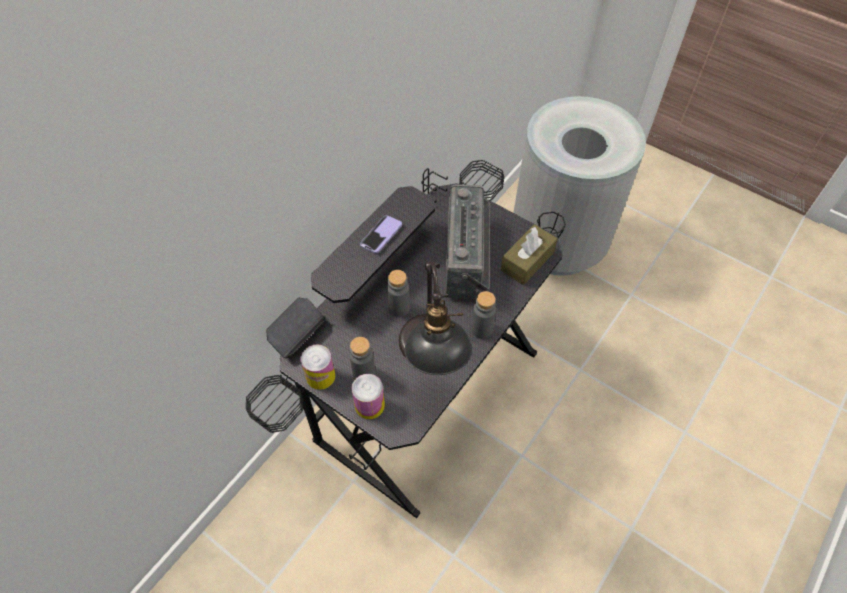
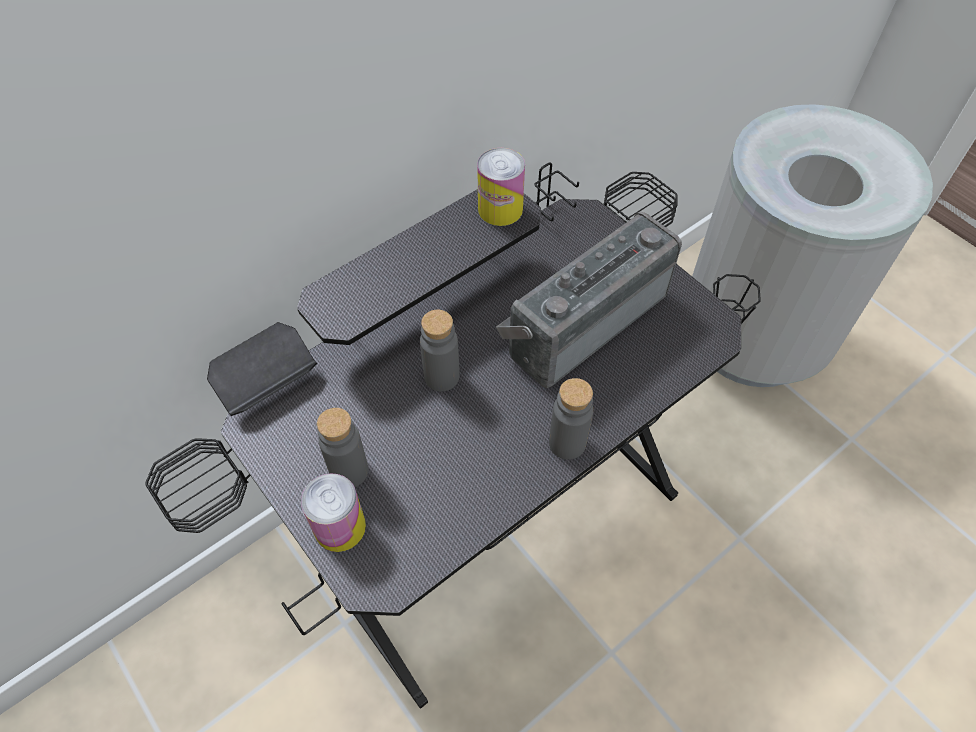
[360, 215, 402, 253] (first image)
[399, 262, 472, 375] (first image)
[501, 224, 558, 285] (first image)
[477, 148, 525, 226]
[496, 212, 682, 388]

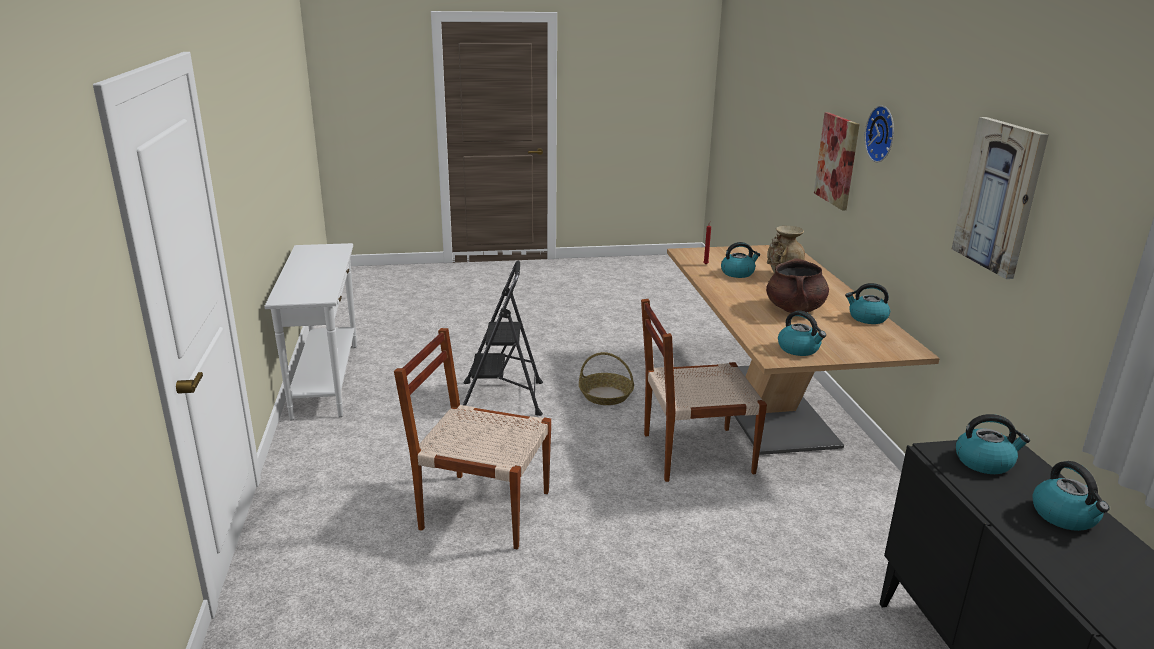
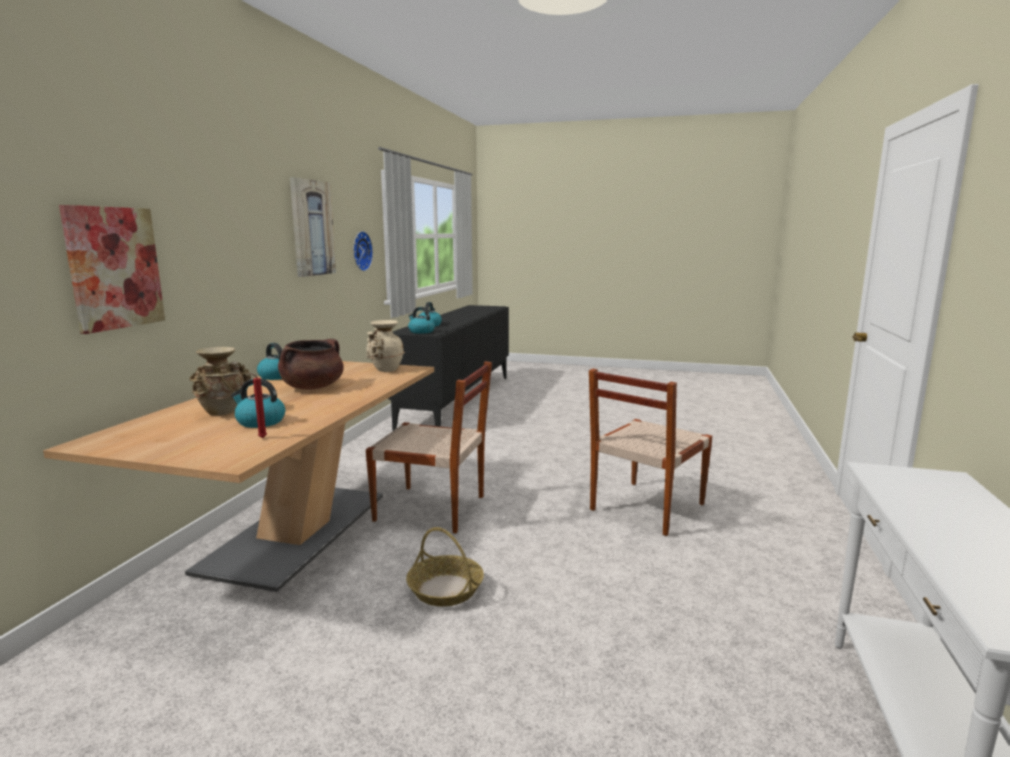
[463, 261, 543, 416] (first image)
[353, 231, 373, 271]
[366, 320, 405, 372]
[589, 369, 712, 536]

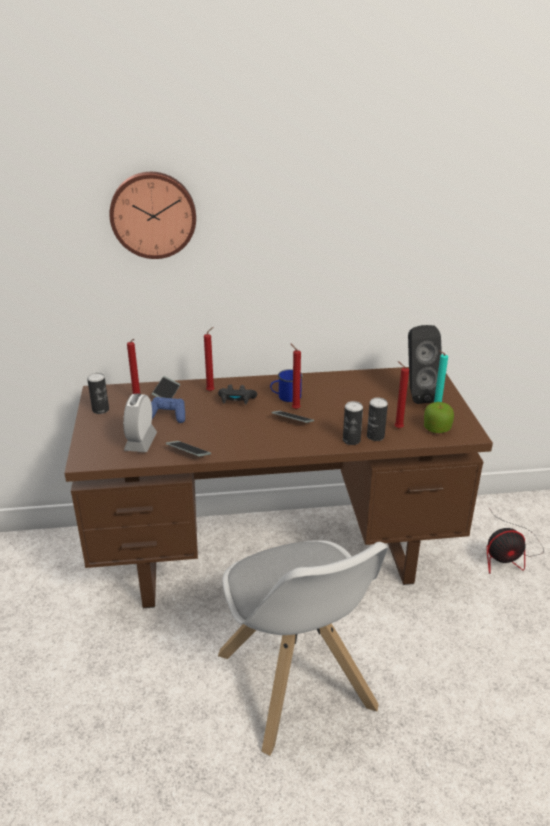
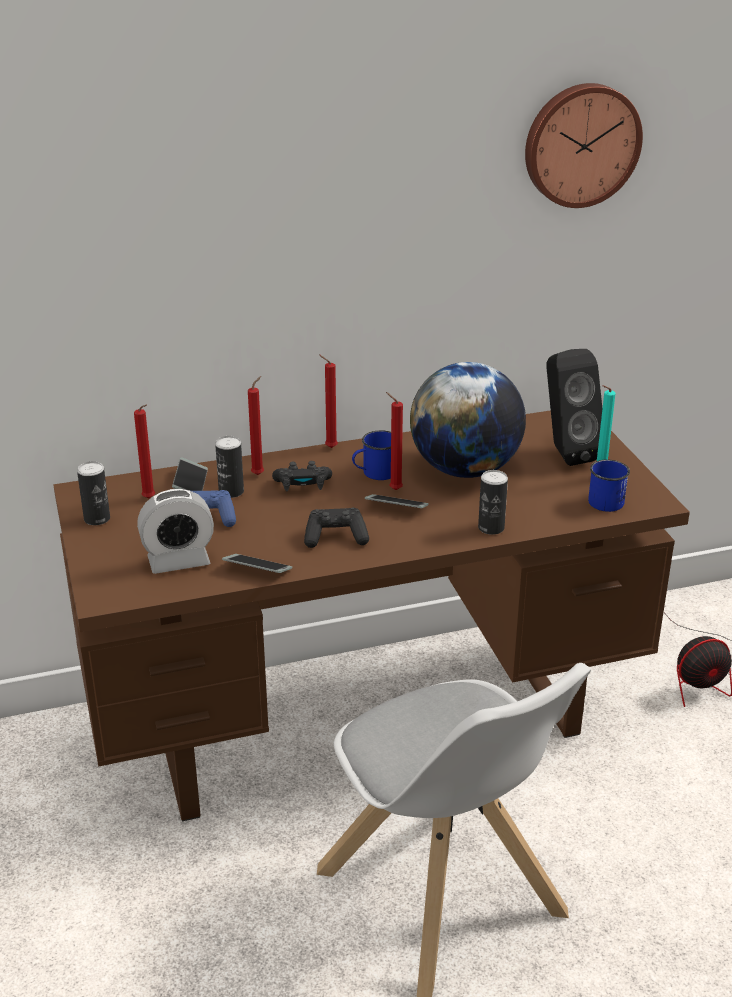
[304, 507, 369, 548]
[410, 362, 526, 478]
[525, 83, 643, 208]
[215, 436, 244, 498]
[319, 355, 338, 448]
[588, 460, 630, 512]
[137, 489, 214, 574]

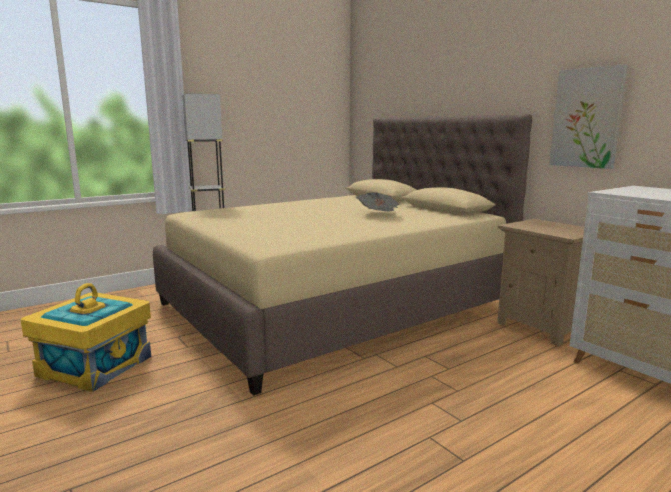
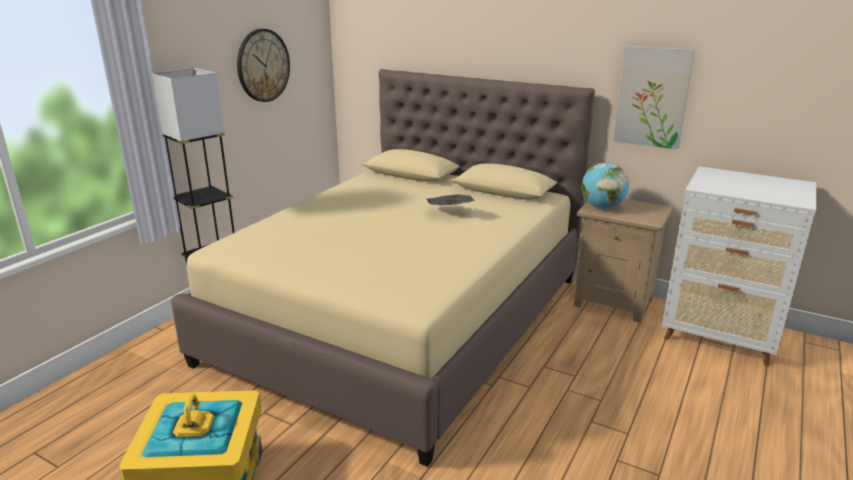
[237, 29, 290, 102]
[581, 163, 629, 209]

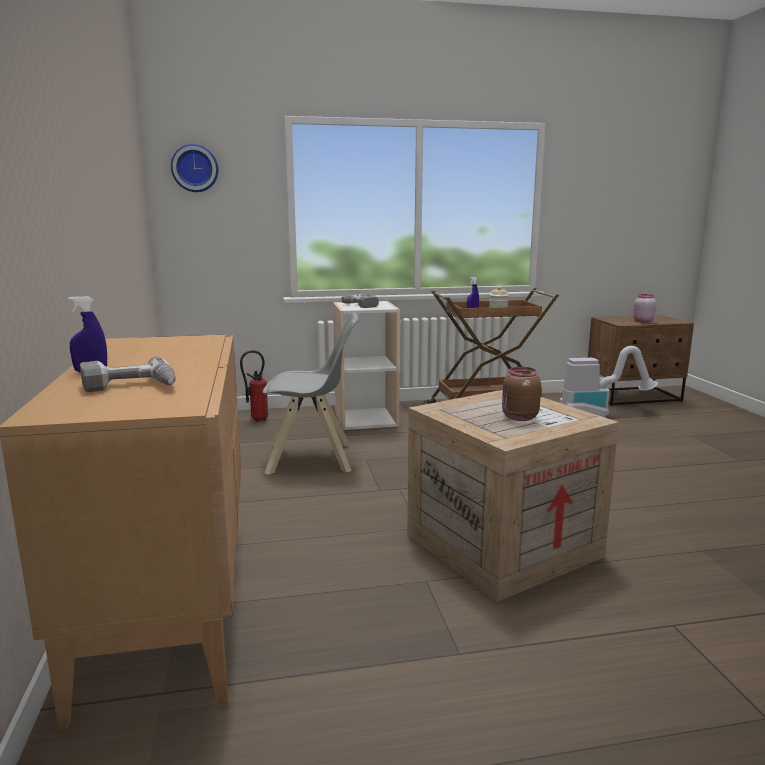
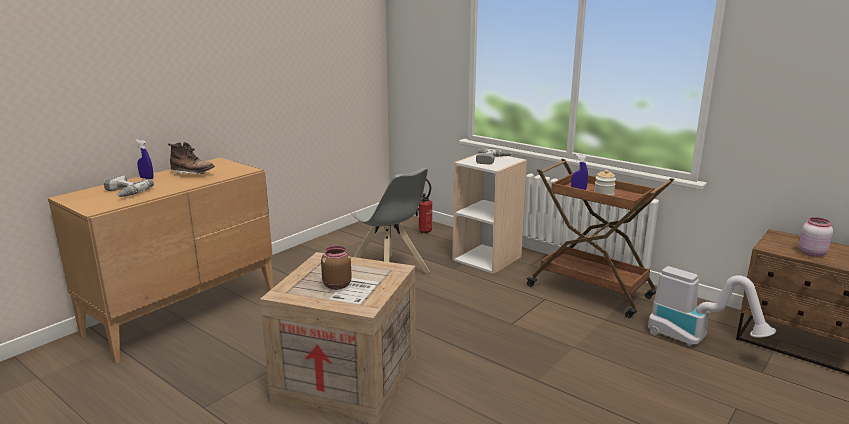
[171, 144, 218, 192] (first image)
[168, 142, 215, 175]

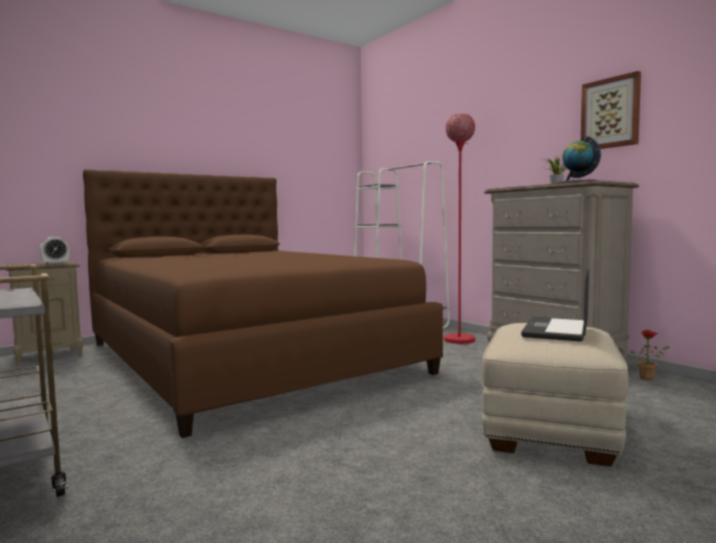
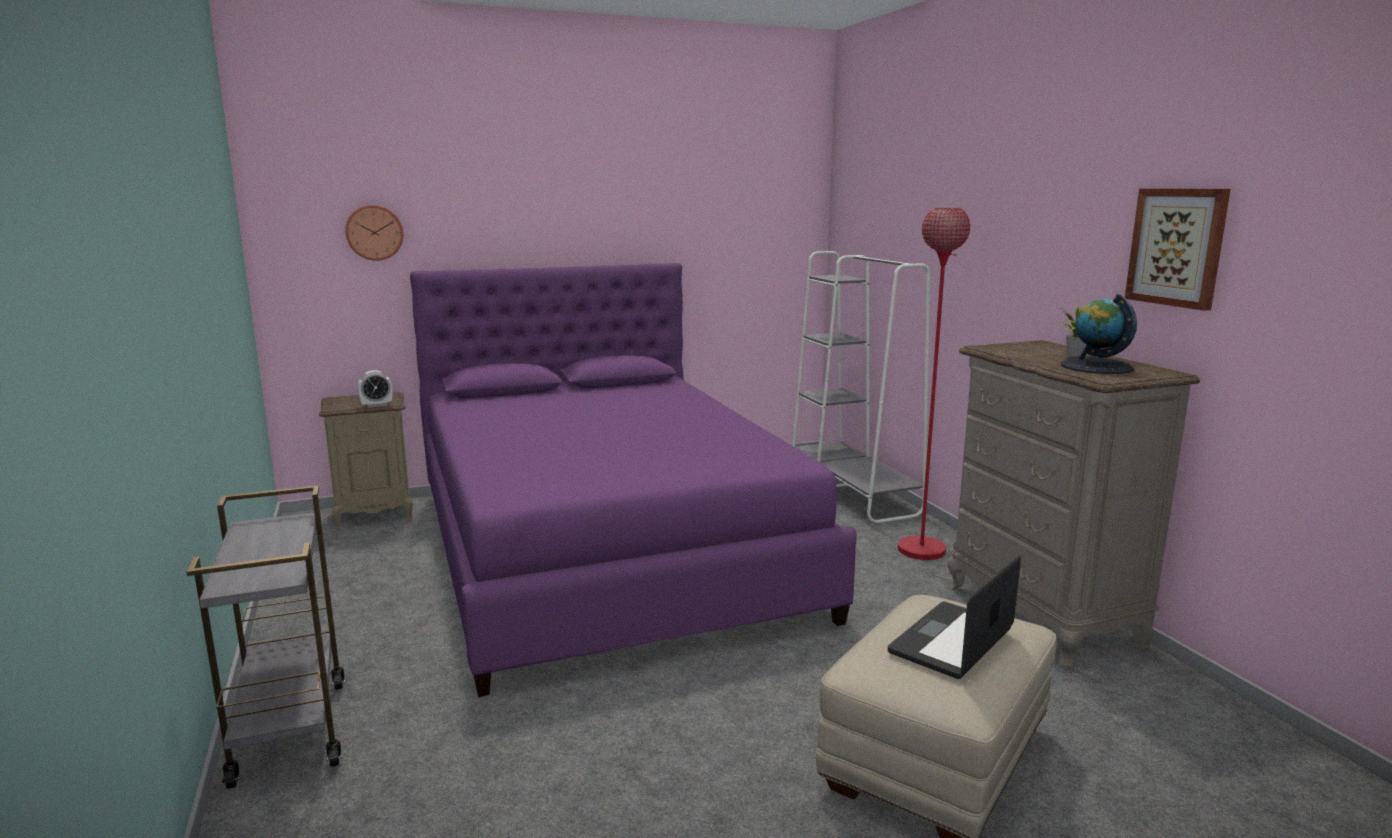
[630, 330, 670, 380] (first image)
[345, 205, 403, 261]
[410, 263, 857, 697]

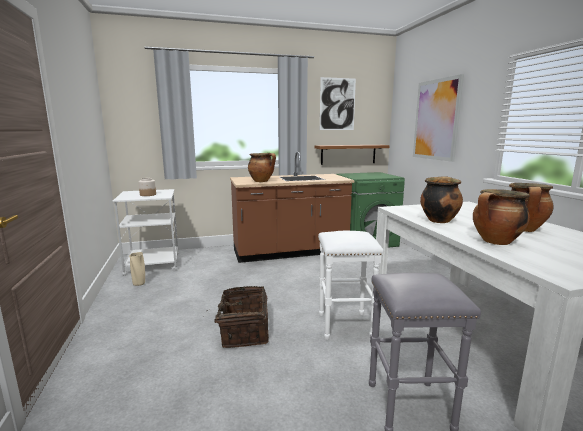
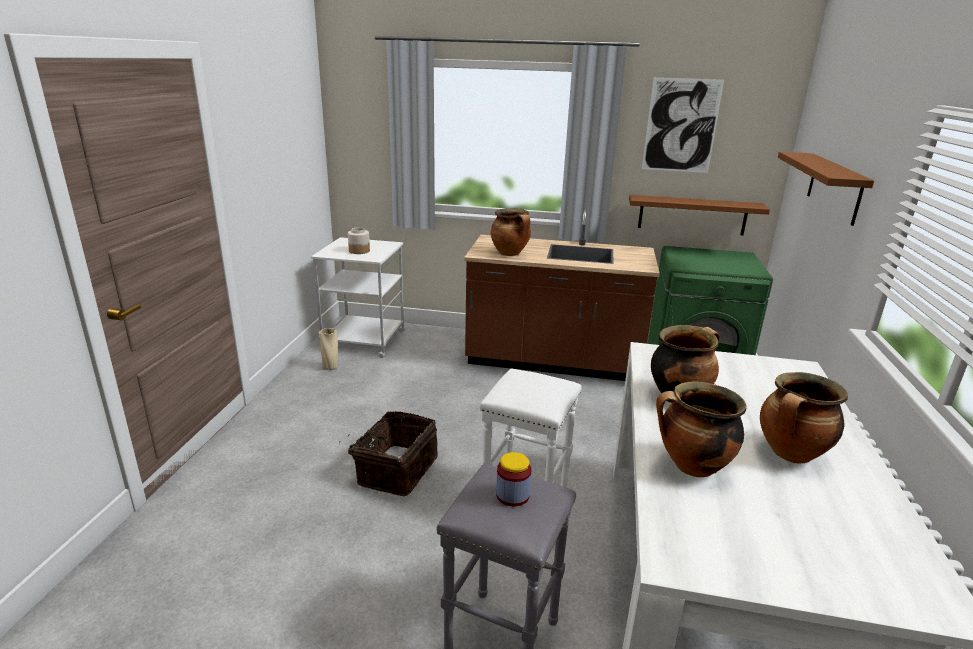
[496, 452, 532, 507]
[778, 152, 874, 226]

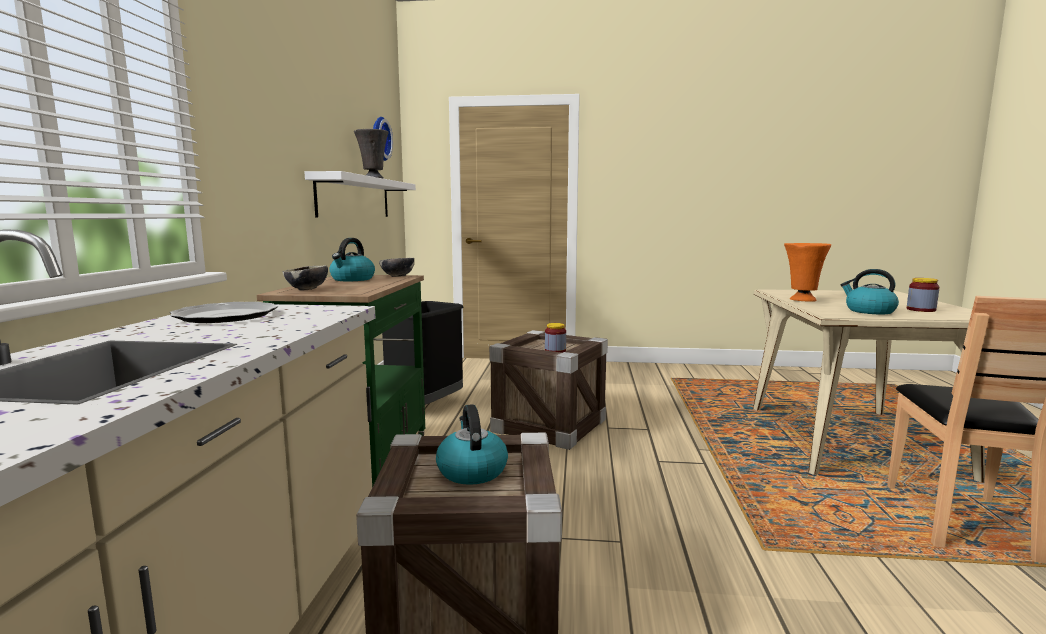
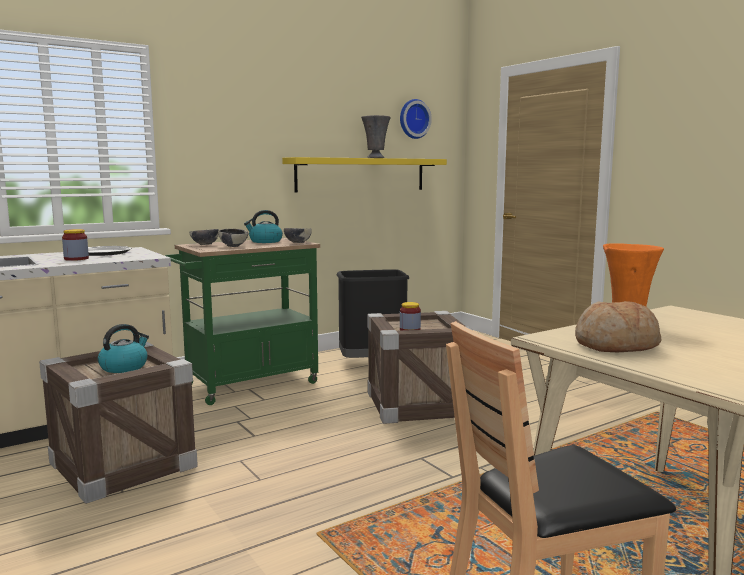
[218, 229, 248, 247]
[62, 229, 89, 261]
[575, 301, 661, 352]
[282, 157, 447, 192]

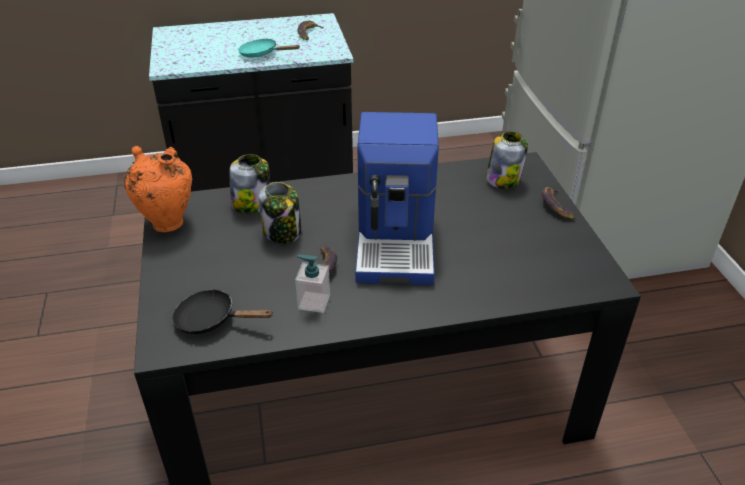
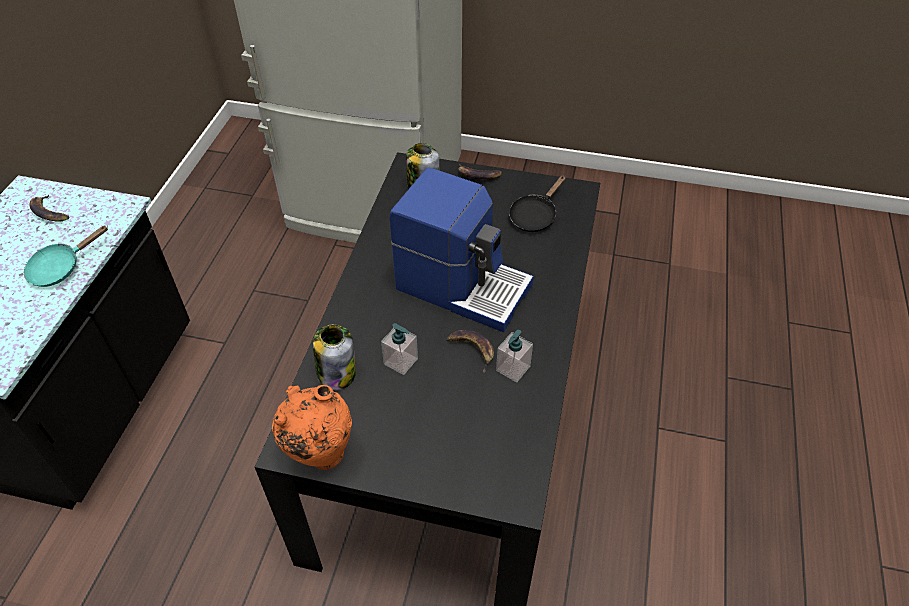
[509, 175, 566, 232]
[381, 323, 418, 375]

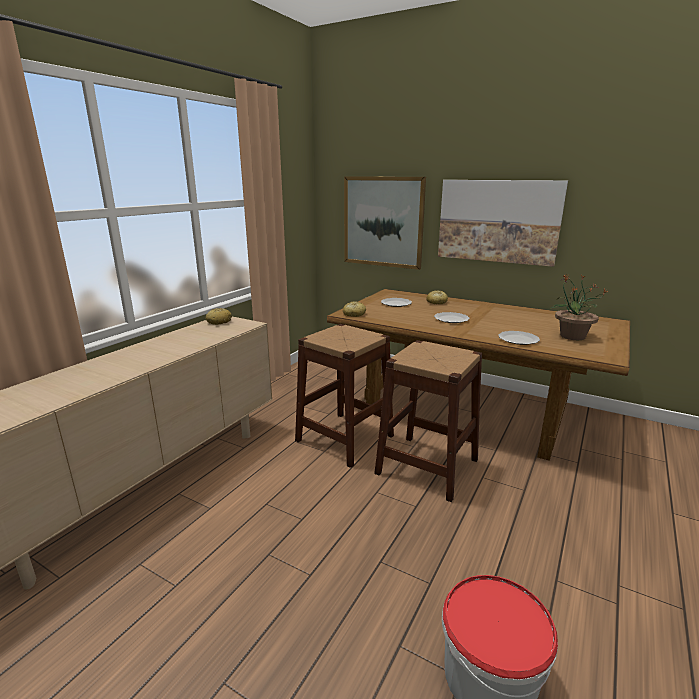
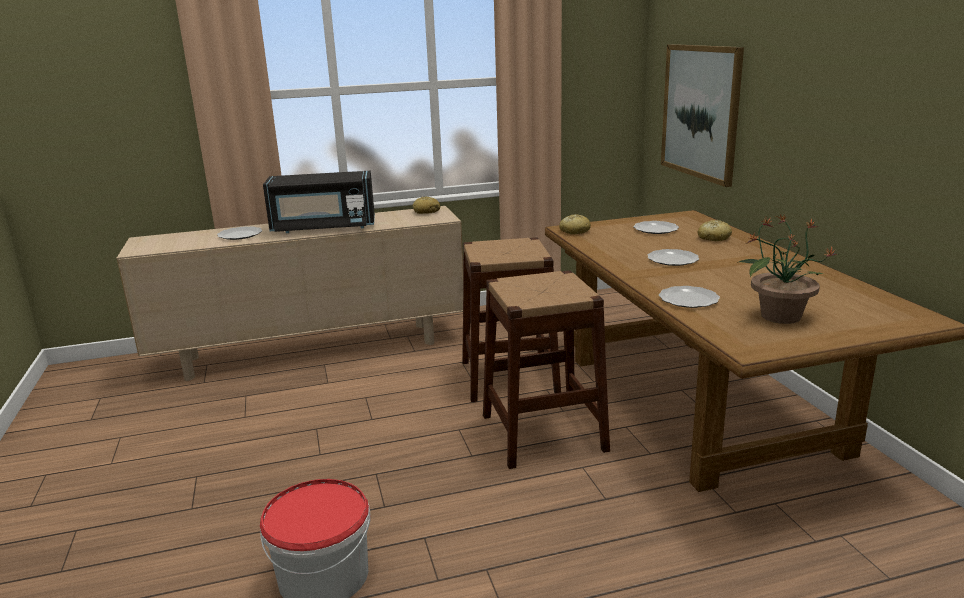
[438, 180, 568, 267] (first image)
[217, 227, 262, 240]
[263, 171, 375, 233]

